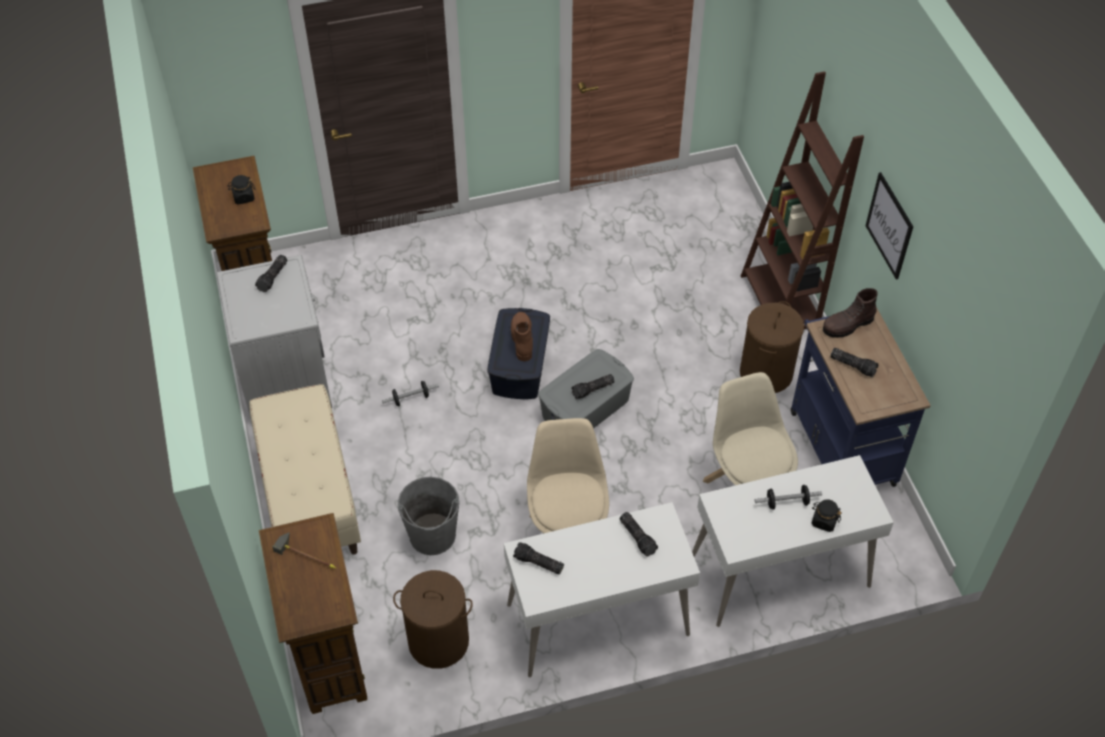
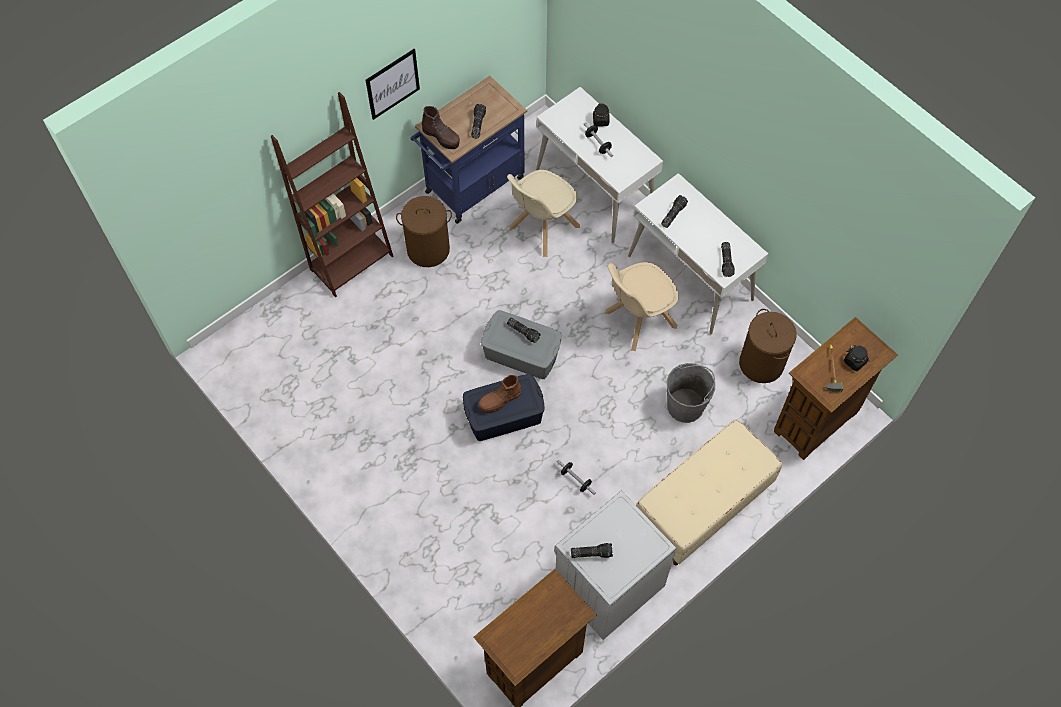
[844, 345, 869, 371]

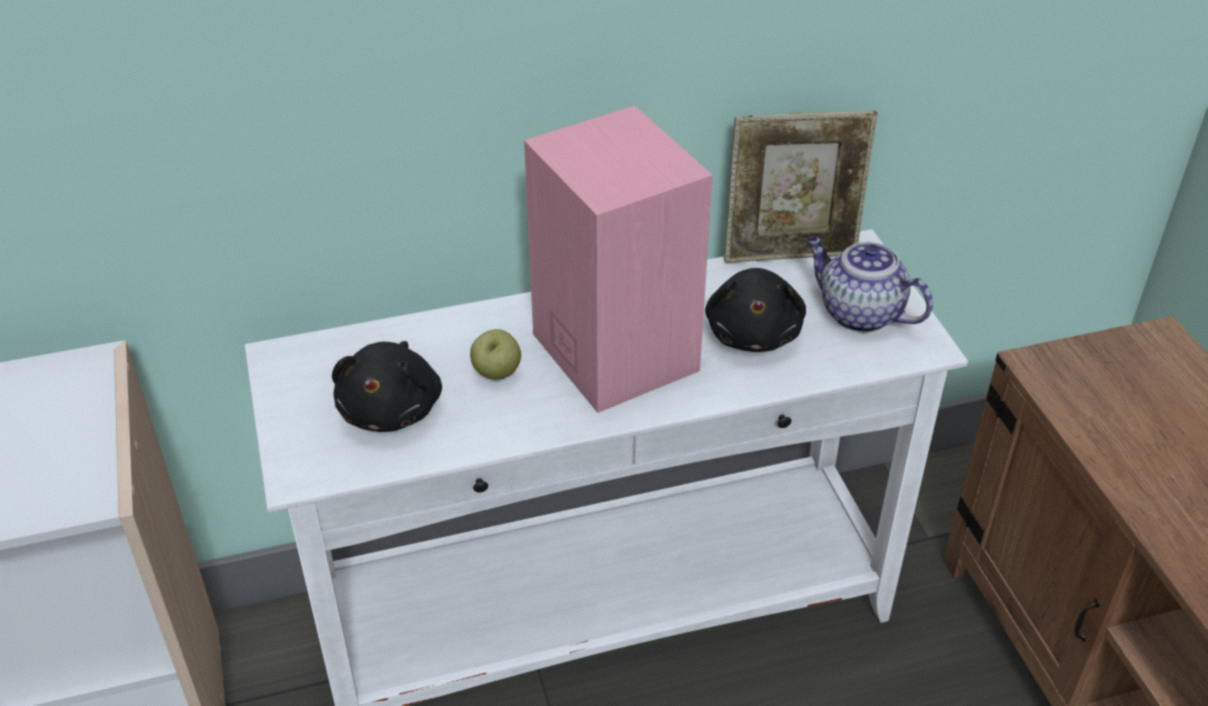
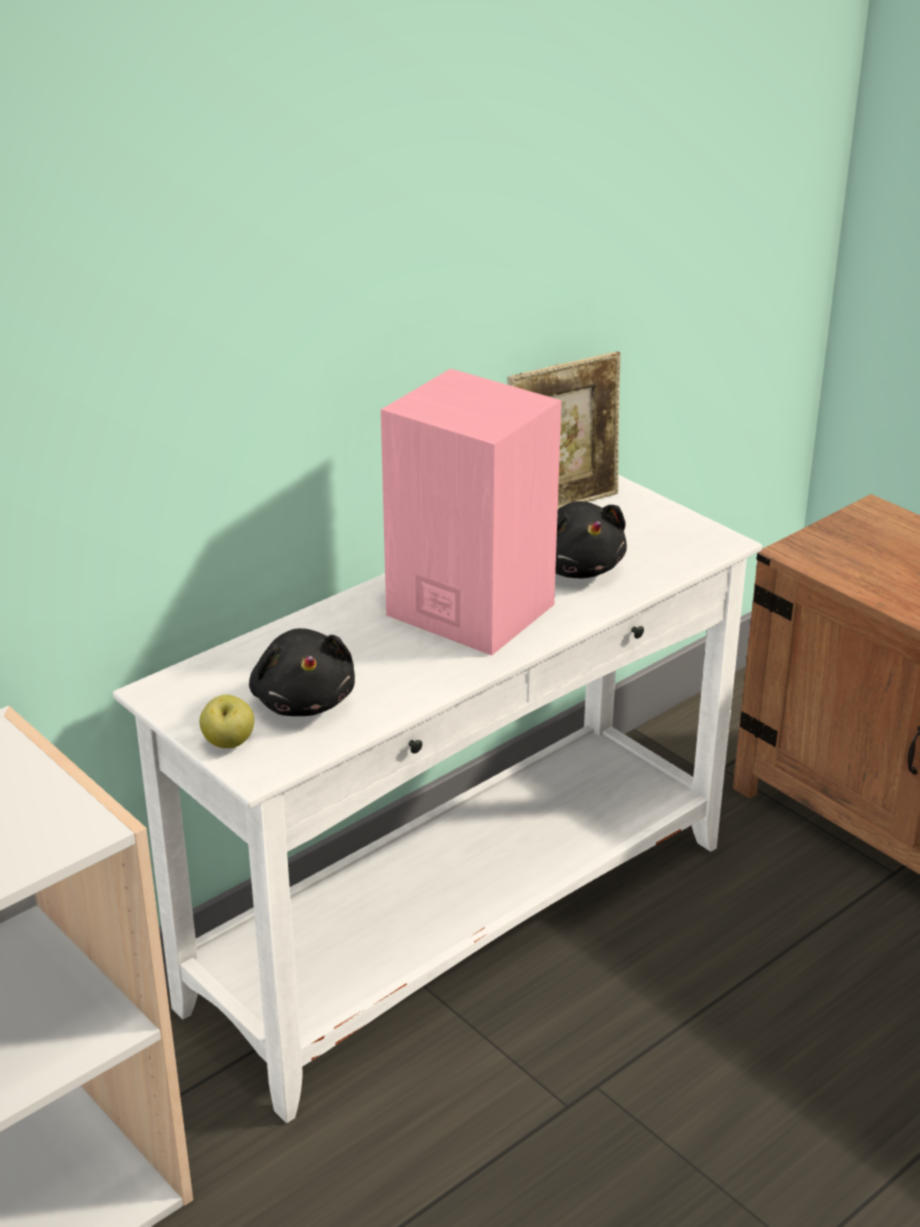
[806, 236, 933, 333] (first image)
[199, 695, 254, 748]

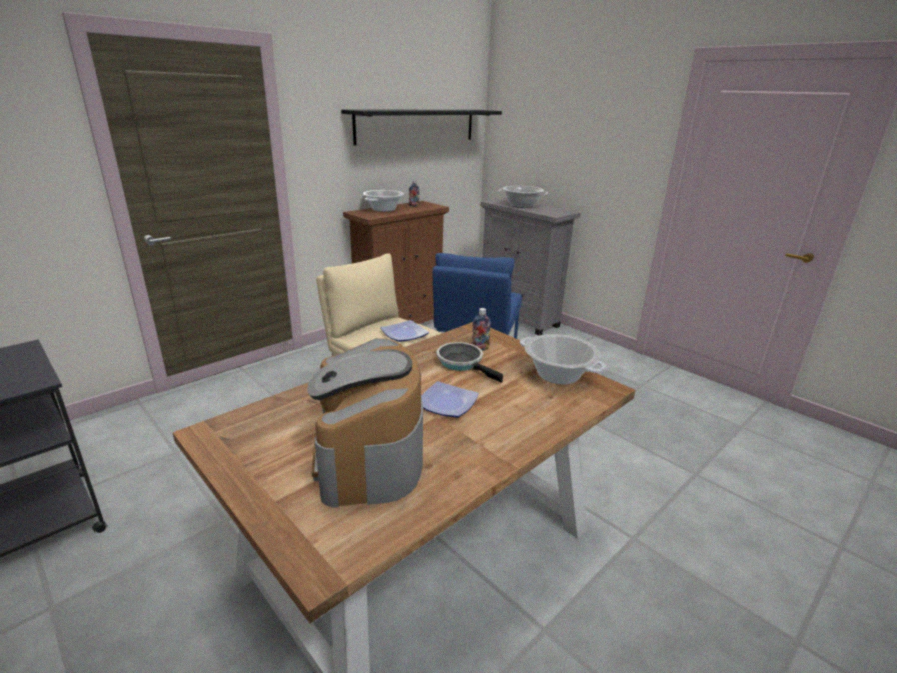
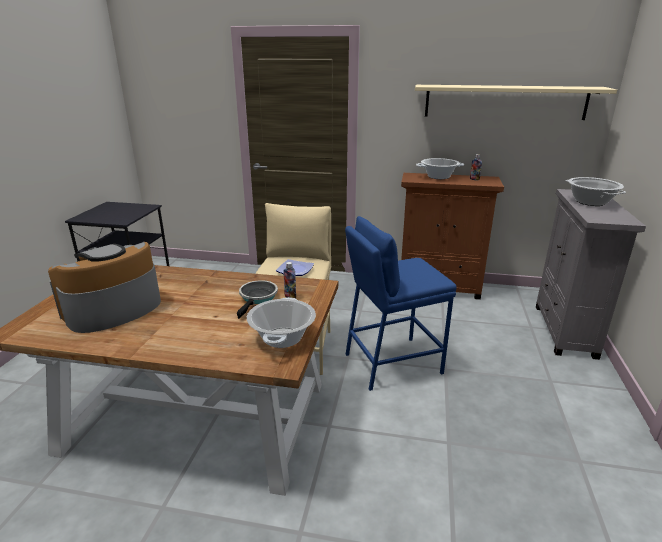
[421, 381, 479, 417] (first image)
[415, 85, 617, 120]

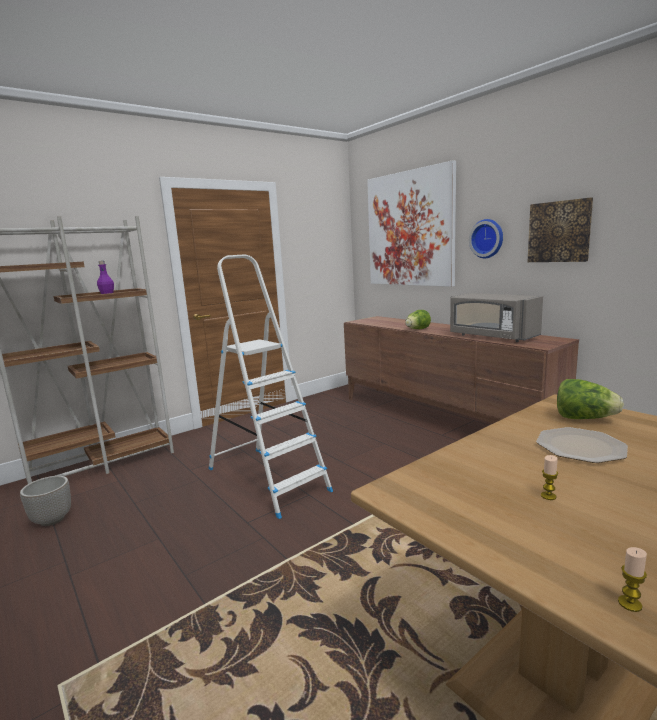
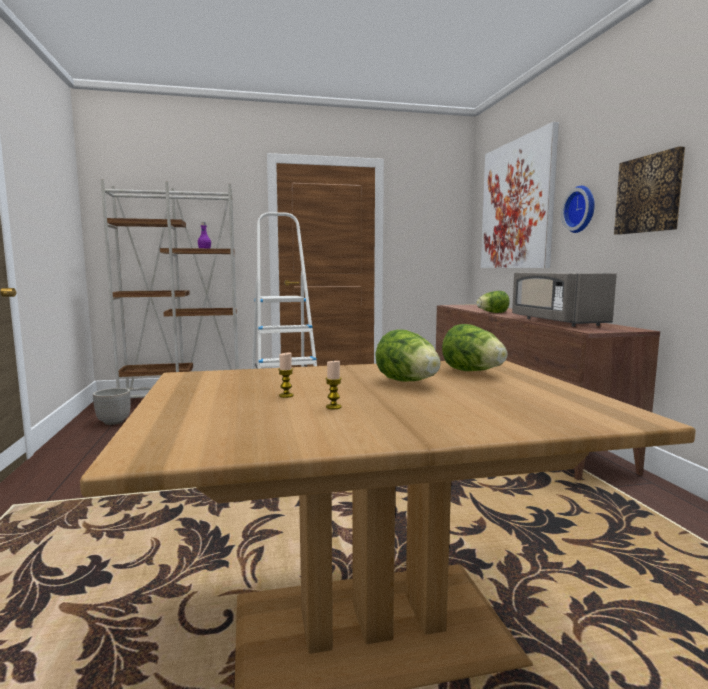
[326, 360, 342, 409]
[375, 329, 441, 382]

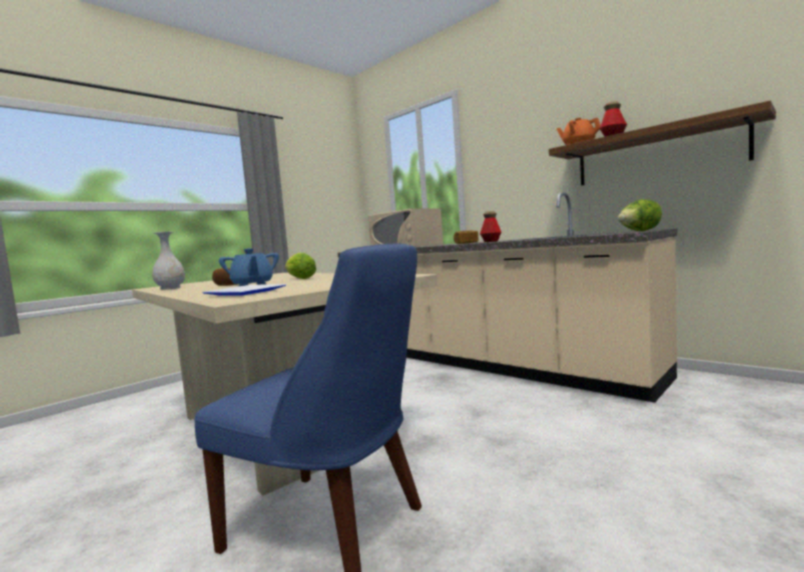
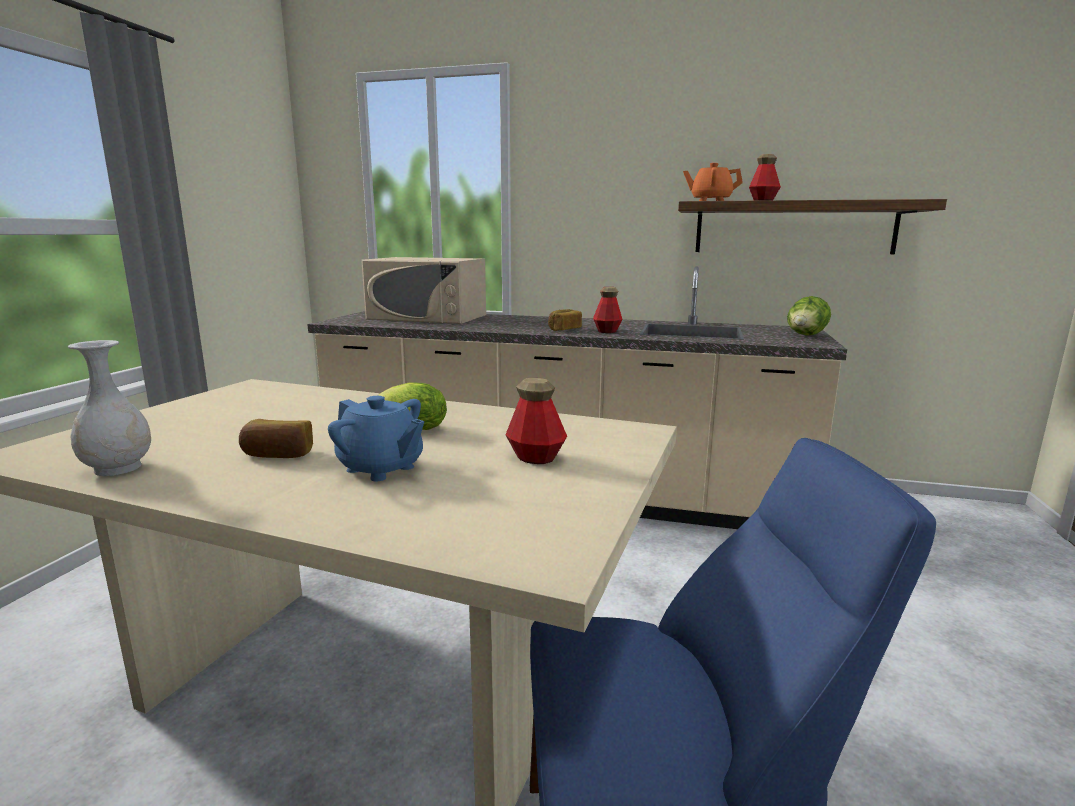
[202, 284, 287, 296] (first image)
[505, 378, 567, 464]

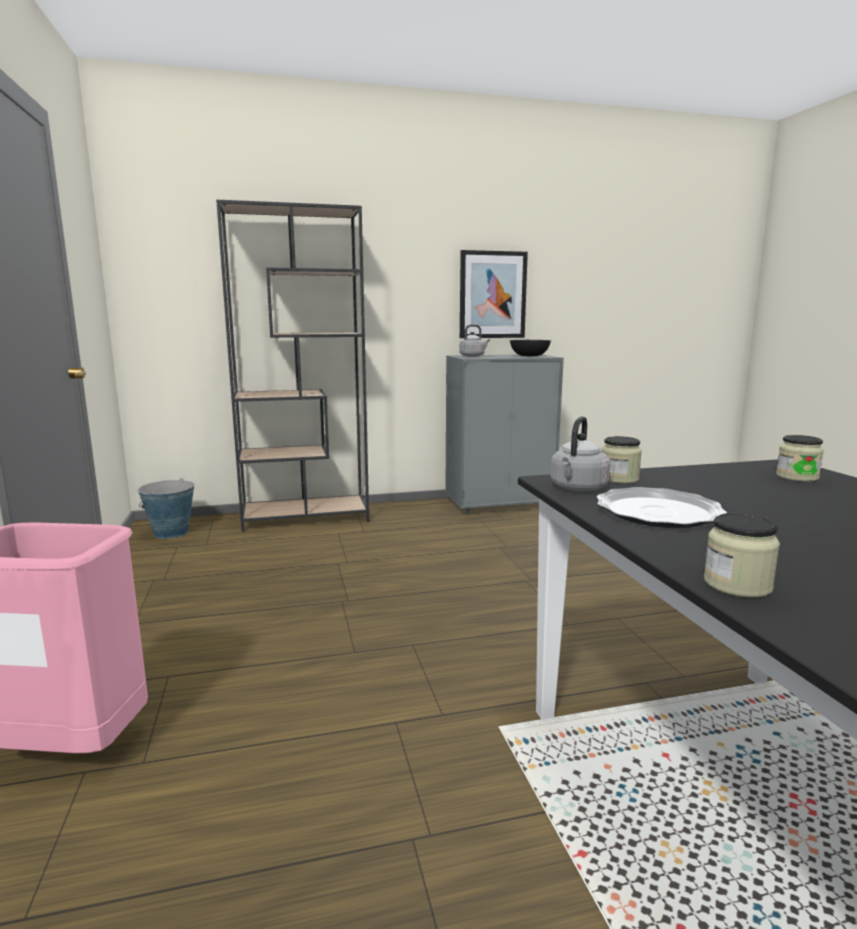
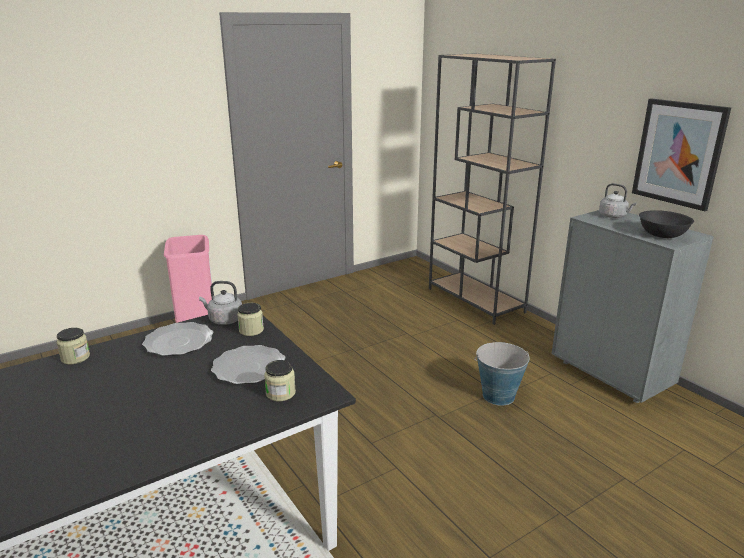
[211, 345, 286, 384]
[474, 342, 530, 406]

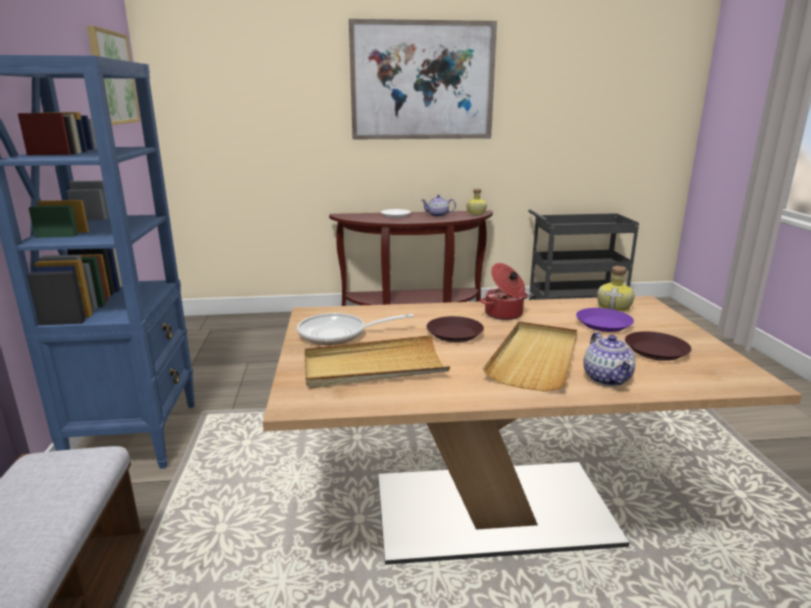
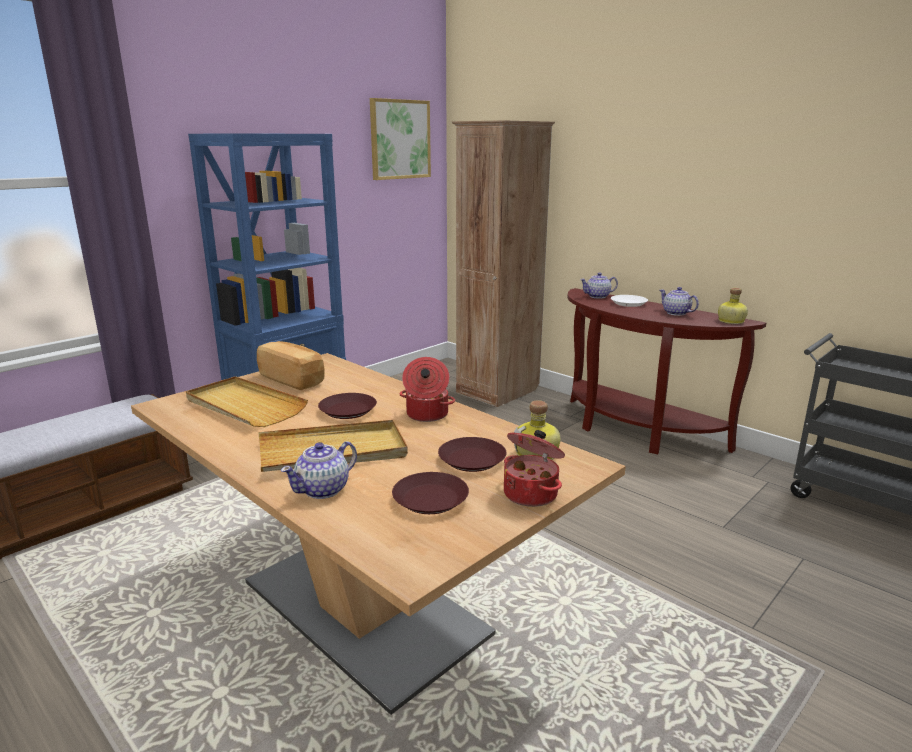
[349, 19, 497, 139] (first image)
[452, 120, 555, 407]
[504, 430, 565, 507]
[580, 273, 618, 299]
[257, 341, 325, 390]
[438, 437, 506, 472]

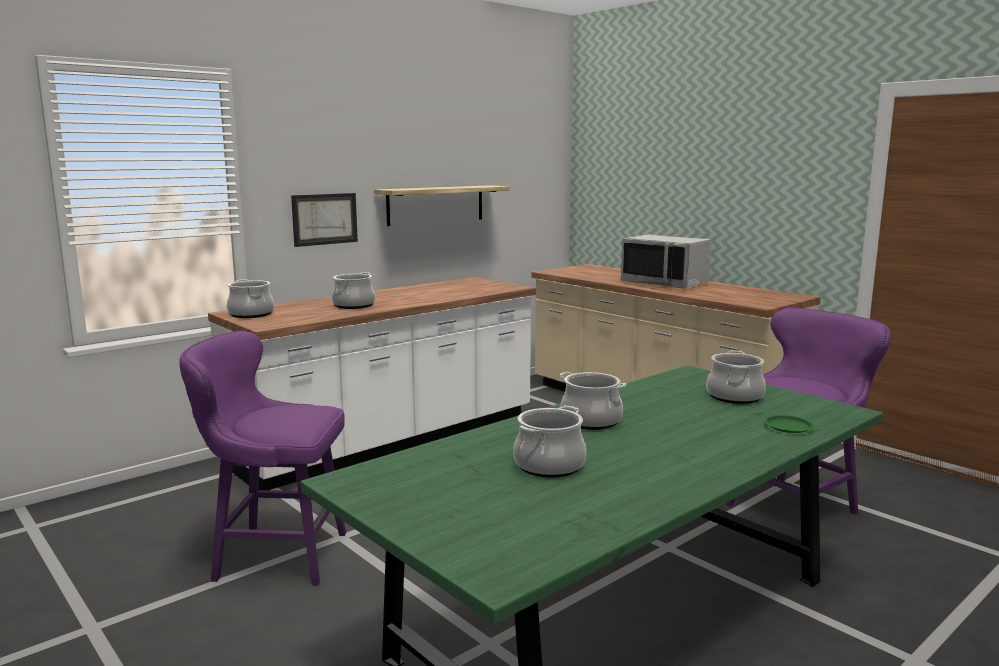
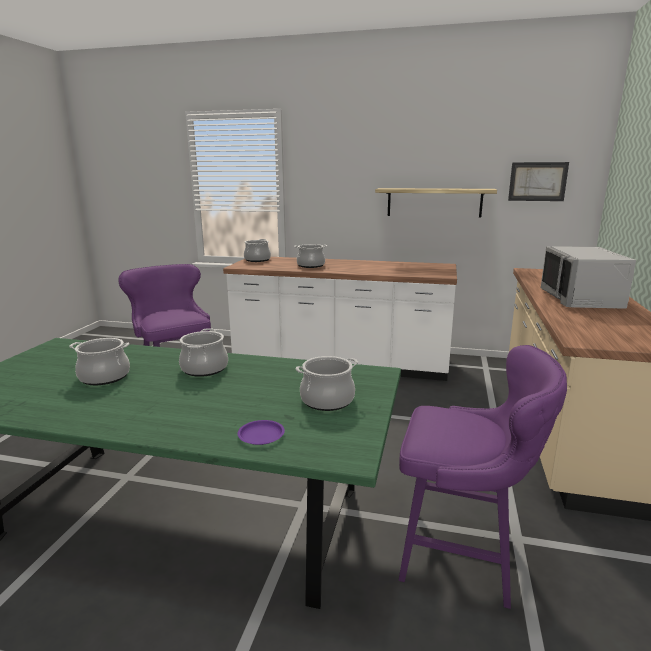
[508, 162, 569, 201]
[237, 420, 285, 445]

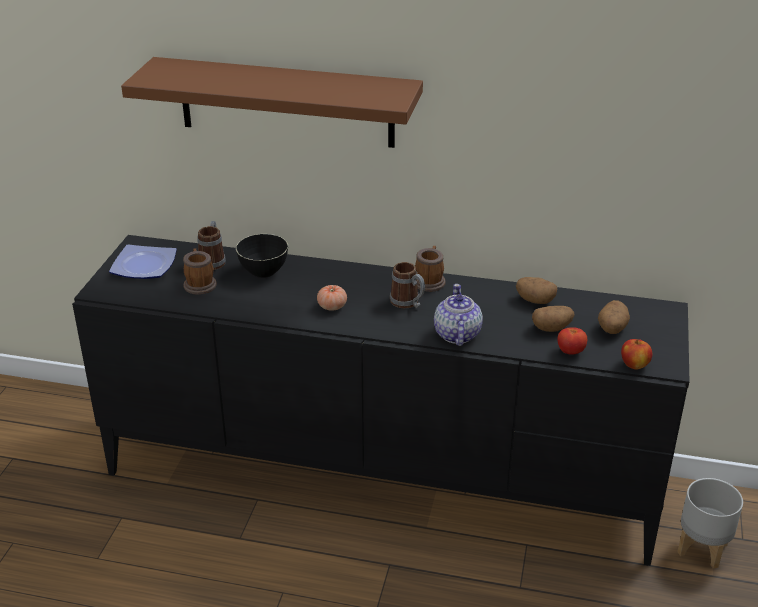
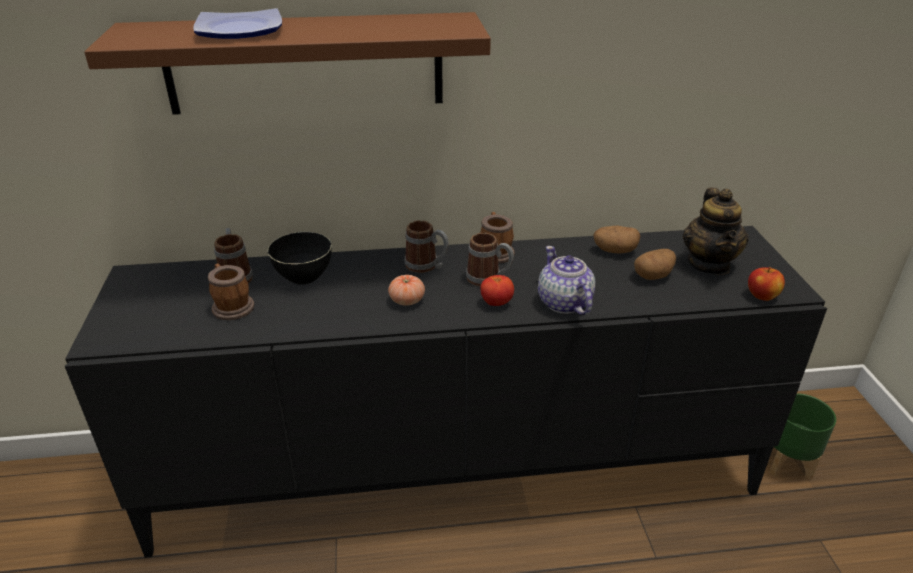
[405, 220, 449, 273]
[193, 8, 282, 39]
[480, 275, 514, 306]
[683, 187, 749, 275]
[769, 393, 836, 481]

